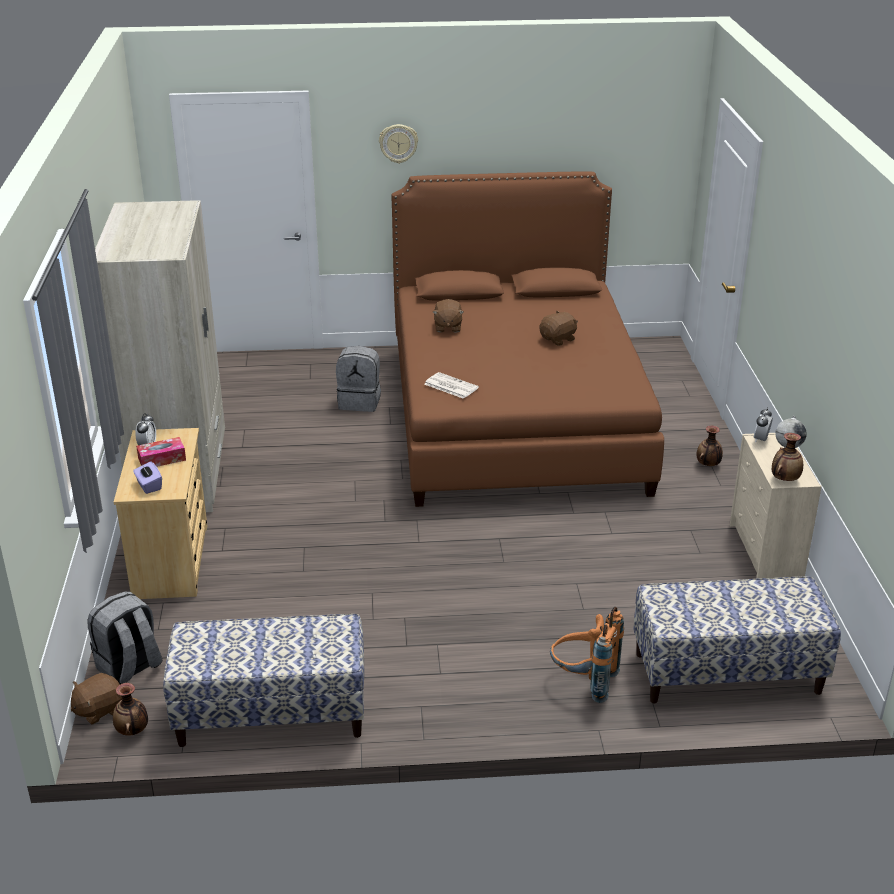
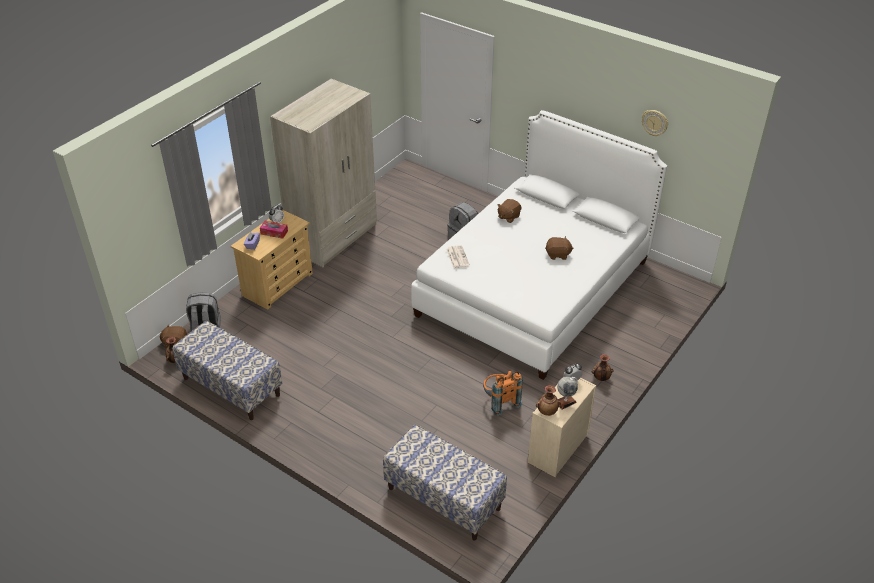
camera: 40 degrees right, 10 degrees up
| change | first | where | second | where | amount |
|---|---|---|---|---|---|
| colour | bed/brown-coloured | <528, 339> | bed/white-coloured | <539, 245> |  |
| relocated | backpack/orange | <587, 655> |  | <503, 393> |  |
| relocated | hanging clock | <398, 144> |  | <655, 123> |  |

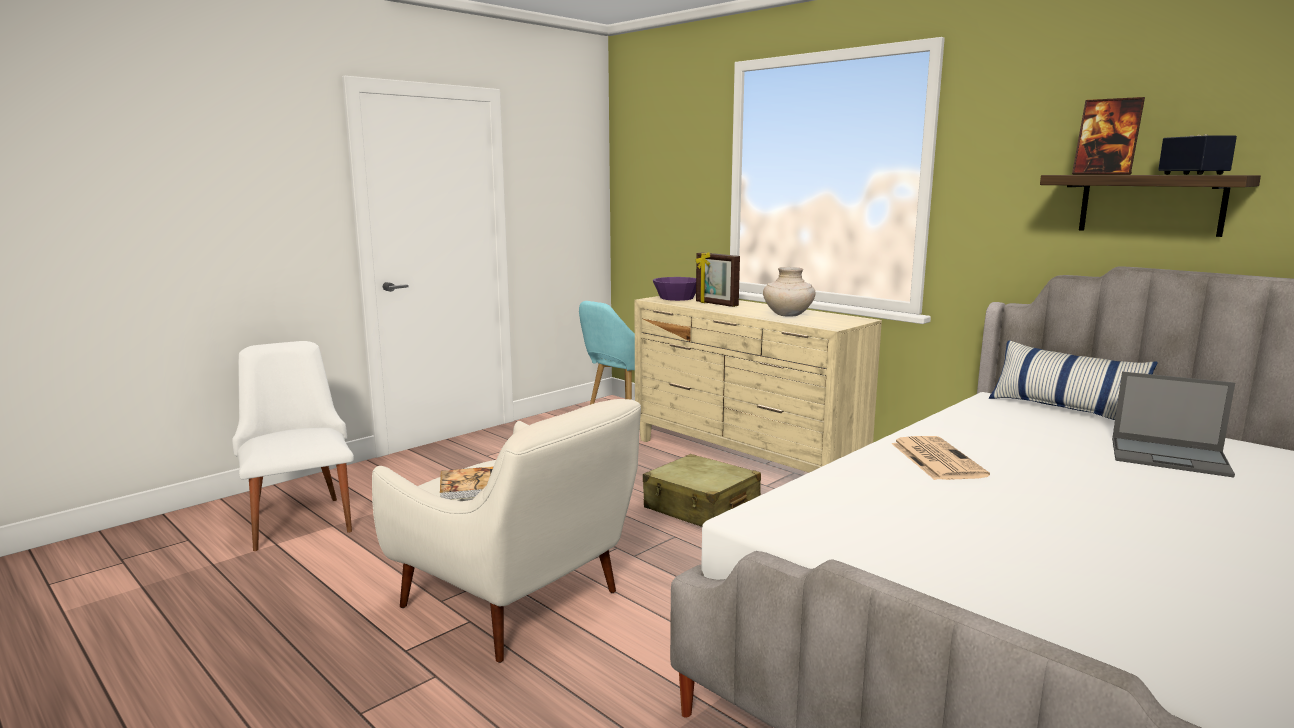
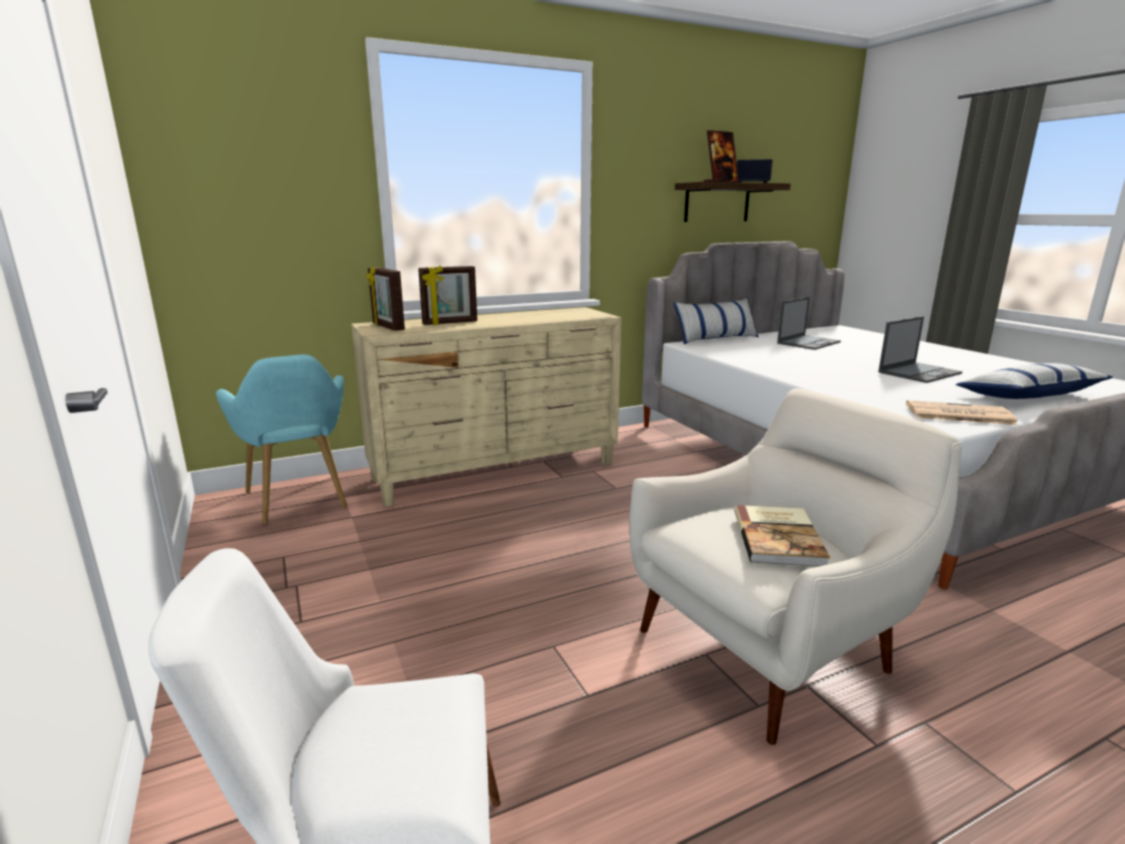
camera: 70 degrees left, 5 degrees up
| change | first | where | second | where | amount |
|---|---|---|---|---|---|
| exchanged | bowl/purple | <674, 289> | picture frame | <386, 299> |  |
| appeared |  |  | portable computer | <920, 349> |  |
| relocated | newspaper | <940, 458> |  | <962, 412> |  |
| appeared |  |  | throw pillow | <1034, 381> |  |
| missing | suitcase/beige-coloured | <702, 490> |  |  |  |
| missing | flower vase/beige-coloured | <789, 292> |  |  |  |

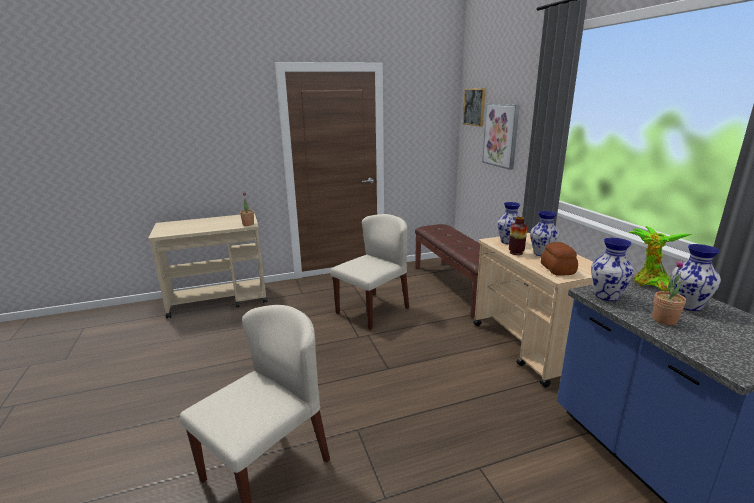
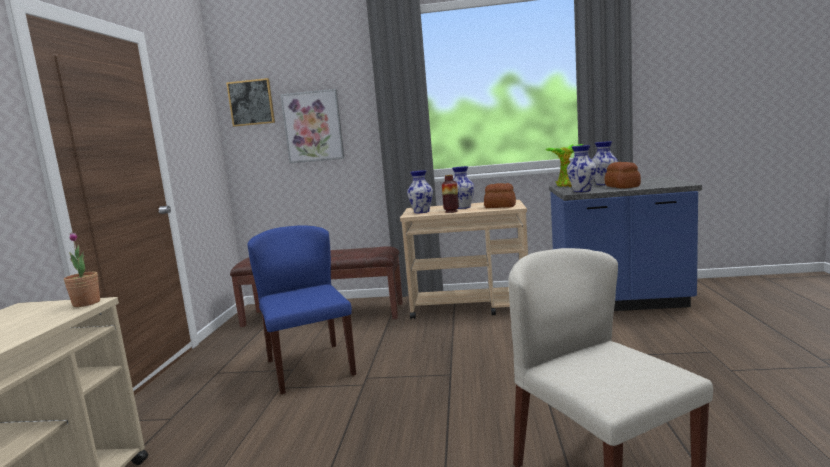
camera: 65 degrees left, 10 degrees down
| change | first | where | second | where | amount |
|---|---|---|---|---|---|
| colour | upright chair/beige-coloured | <369, 272> | upright chair/bluish | <301, 309> |  |
| exchanged | houseplant | <669, 292> | bread | <622, 175> |  |

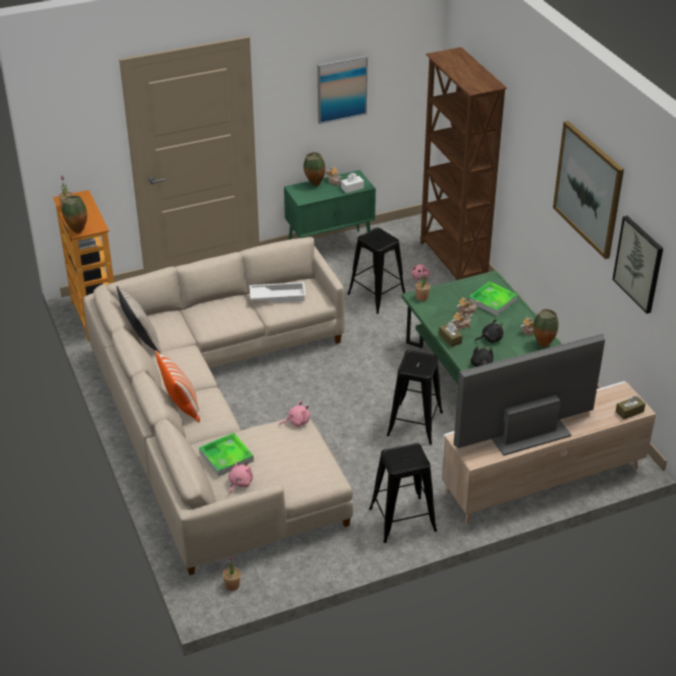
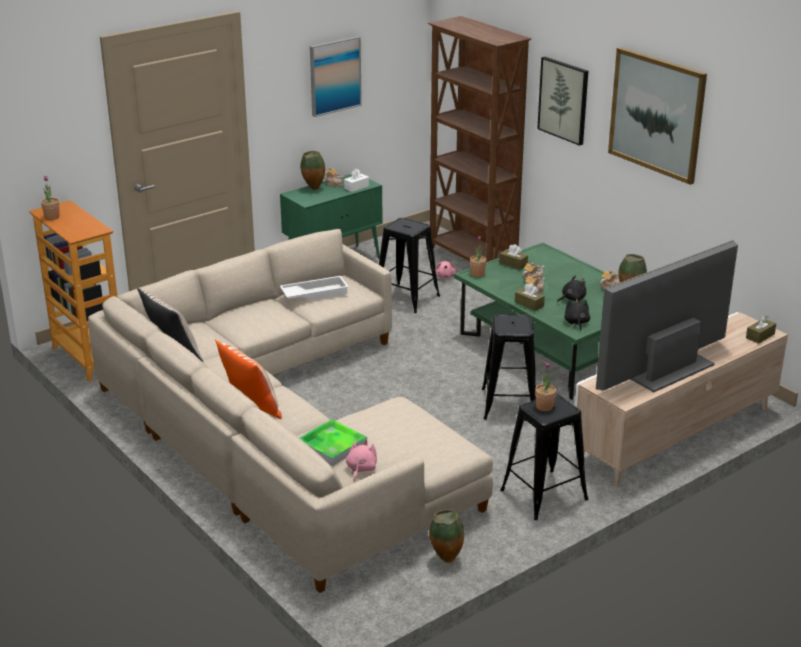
camera: 15 degrees left, 10 degrees down
| change | first | where | second | where | amount |
|---|---|---|---|---|---|
| relocated | flower vase | <74, 214> |  | <446, 536> |  |
| appeared |  |  | tissue box/brown-coloured | <513, 257> |  |
| relocated | houseplant | <231, 573> |  | <545, 386> |  |
| relocated | wall picture | <637, 265> |  | <562, 101> |  |
| missing | plush toy/pink | <294, 414> |  |  |  |
| missing | carrying tray | <493, 298> |  |  |  |

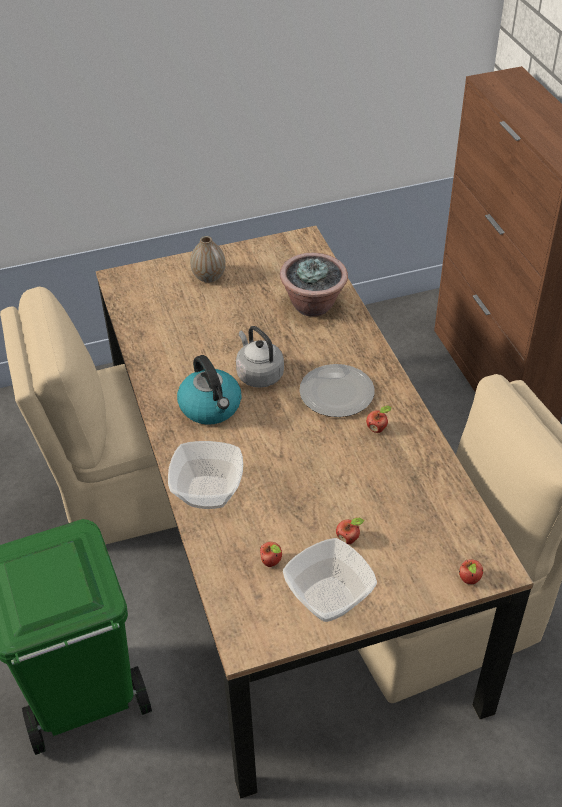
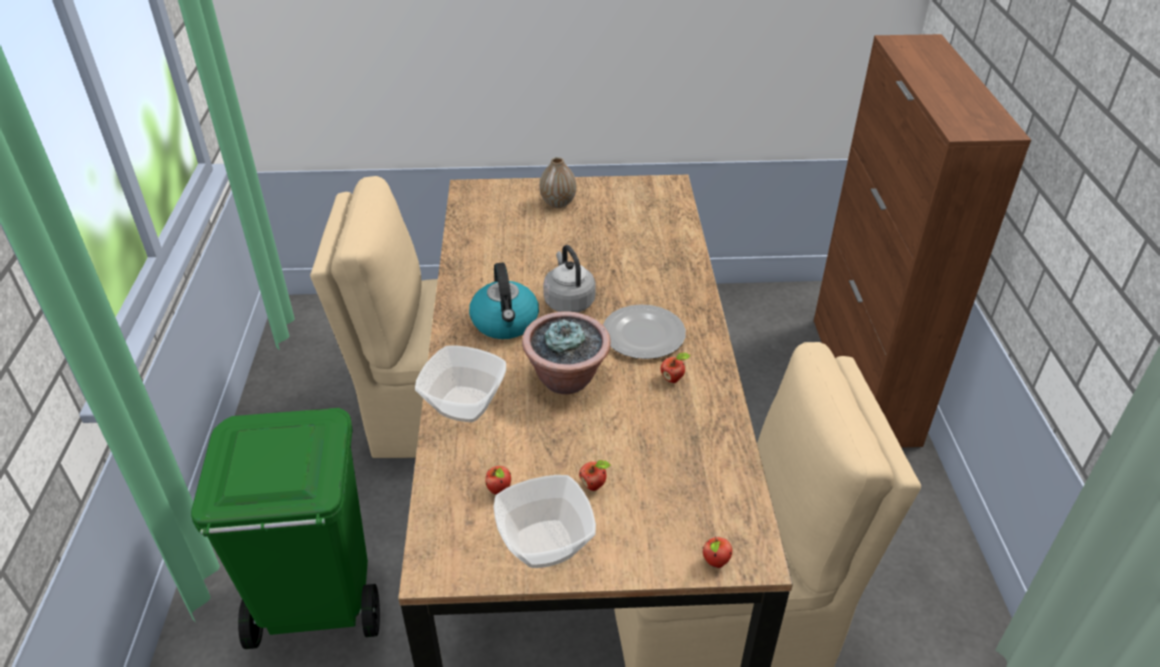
camera: 15 degrees right, 5 degrees down
| change | first | where | second | where | amount |
|---|---|---|---|---|---|
| relocated | houseplant | <314, 285> |  | <566, 353> |  |

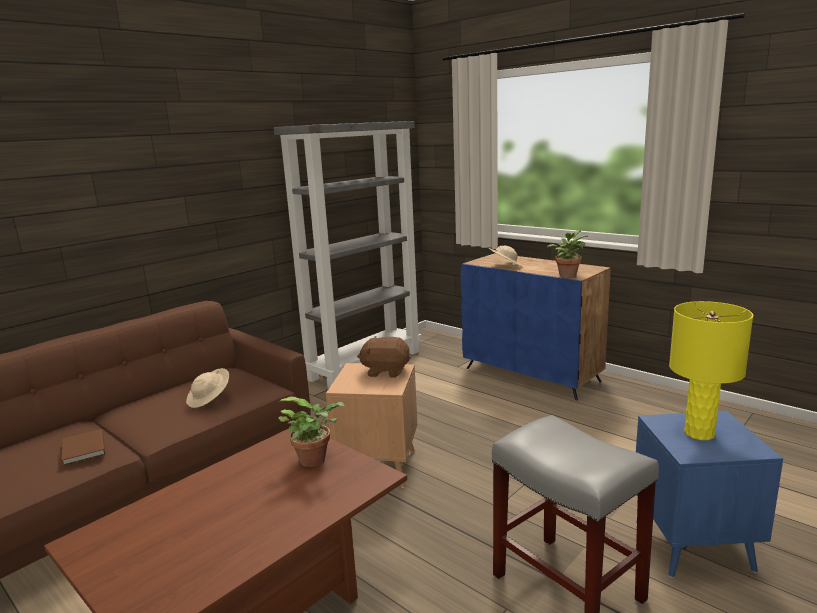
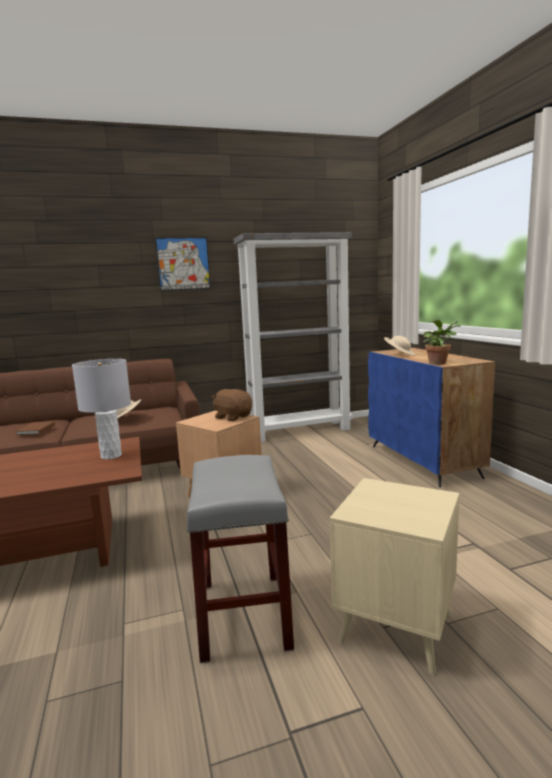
camera: 30 degrees right, 5 degrees down
| change | first | where | second | where | amount |
|---|---|---|---|---|---|
| exchanged | houseplant | <311, 432> | tabletop lamp/grey | <101, 409> |  |
| appeared |  |  | wall picture | <183, 264> |  |
| colour | accent table/bluish | <709, 494> | accent table/beige-coloured | <394, 577> |  |
| missing | tabletop lamp/yellowish | <711, 370> |  |  |  |

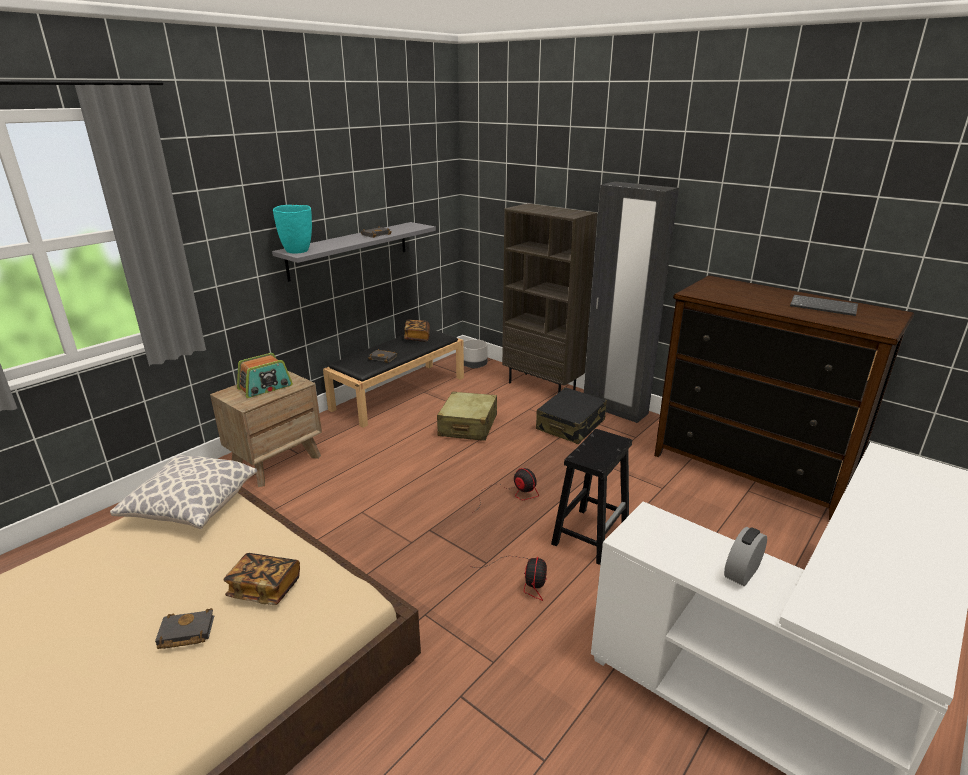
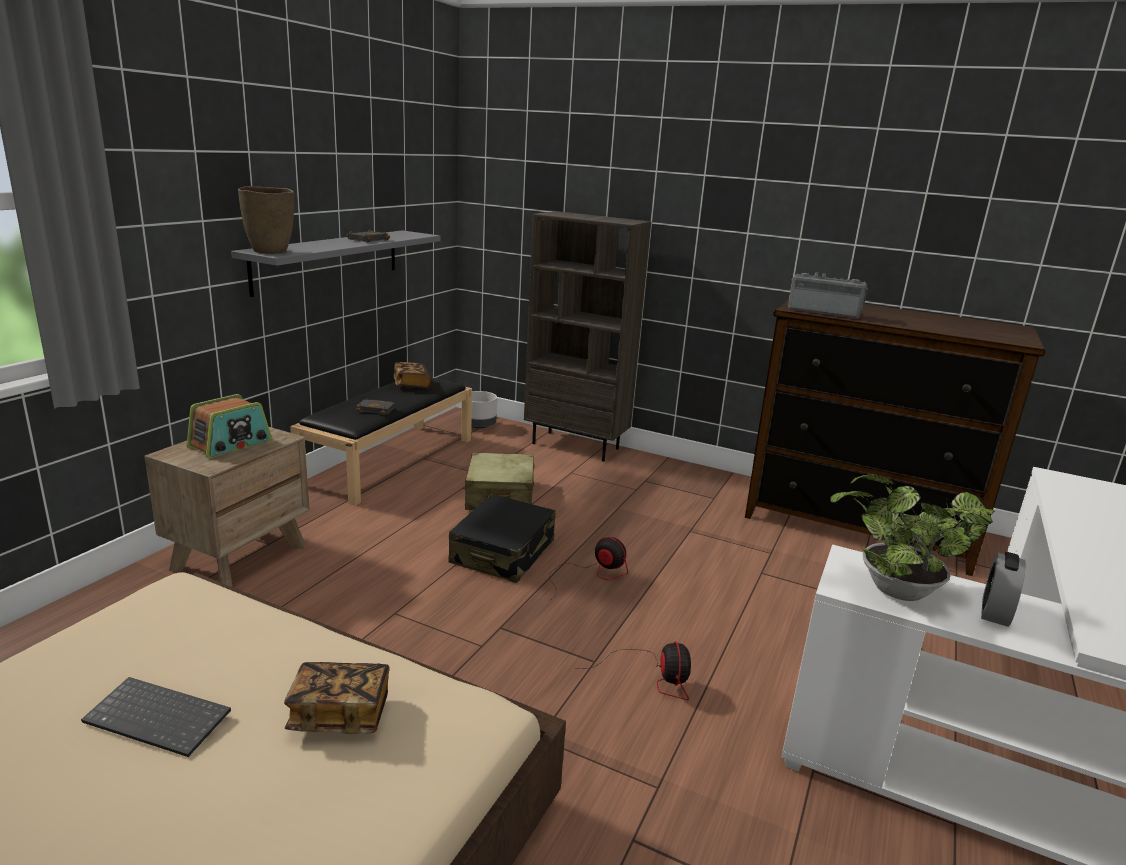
camera: 15 degrees left, 5 degrees down
| change | first | where | second | where | amount |
|---|---|---|---|---|---|
| relocated | computer keyboard | <824, 305> |  | <156, 717> |  |
| colour | flower vase/turquoise-coloured | <292, 229> | flower vase/brown-coloured | <266, 220> |  |
| relocated | suitcase/blackish | <571, 415> |  | <502, 538> |  |
| appeared |  |  | radio receiver | <828, 295> |  |
| appeared |  |  | houseplant | <912, 537> |  |
| missing | throw pillow | <183, 492> |  |  |  |
| missing | book/blackish | <184, 628> |  |  |  |
| missing | stool/blackish | <591, 497> |  |  |  |
| missing | armoire/blackish | <631, 302> |  |  |  |

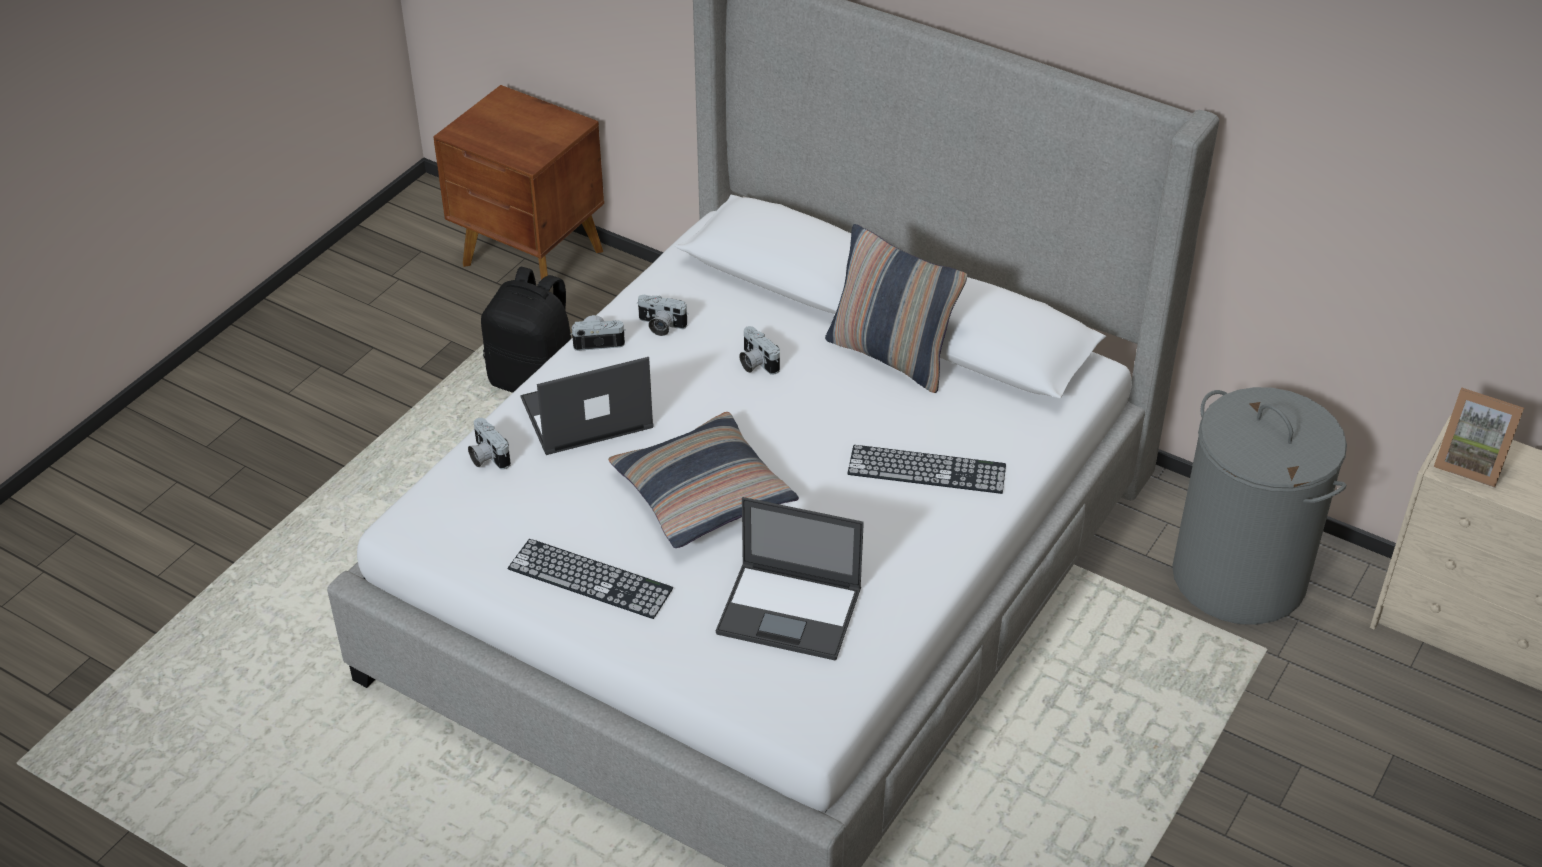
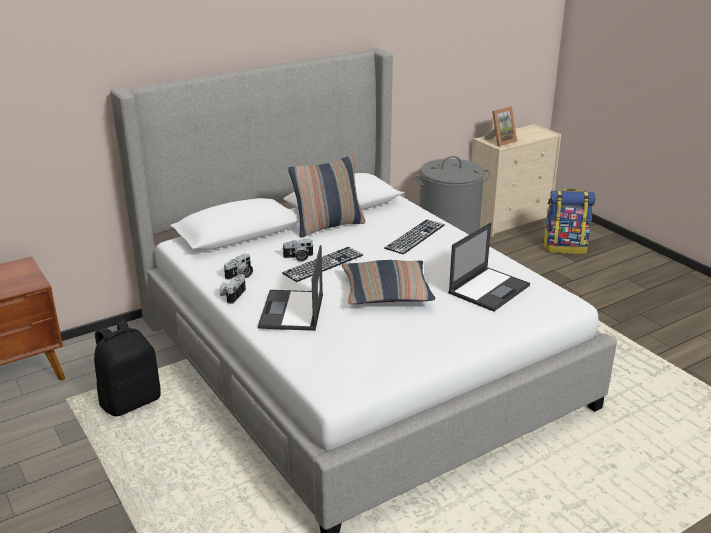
camera: 65 degrees left, 15 degrees down
| change | first | where | second | where | amount |
|---|---|---|---|---|---|
| relocated | computer keyboard | <590, 579> |  | <322, 264> |  |
| appeared |  |  | backpack | <569, 221> |  |
| missing | still camera | <489, 444> |  |  |  |

